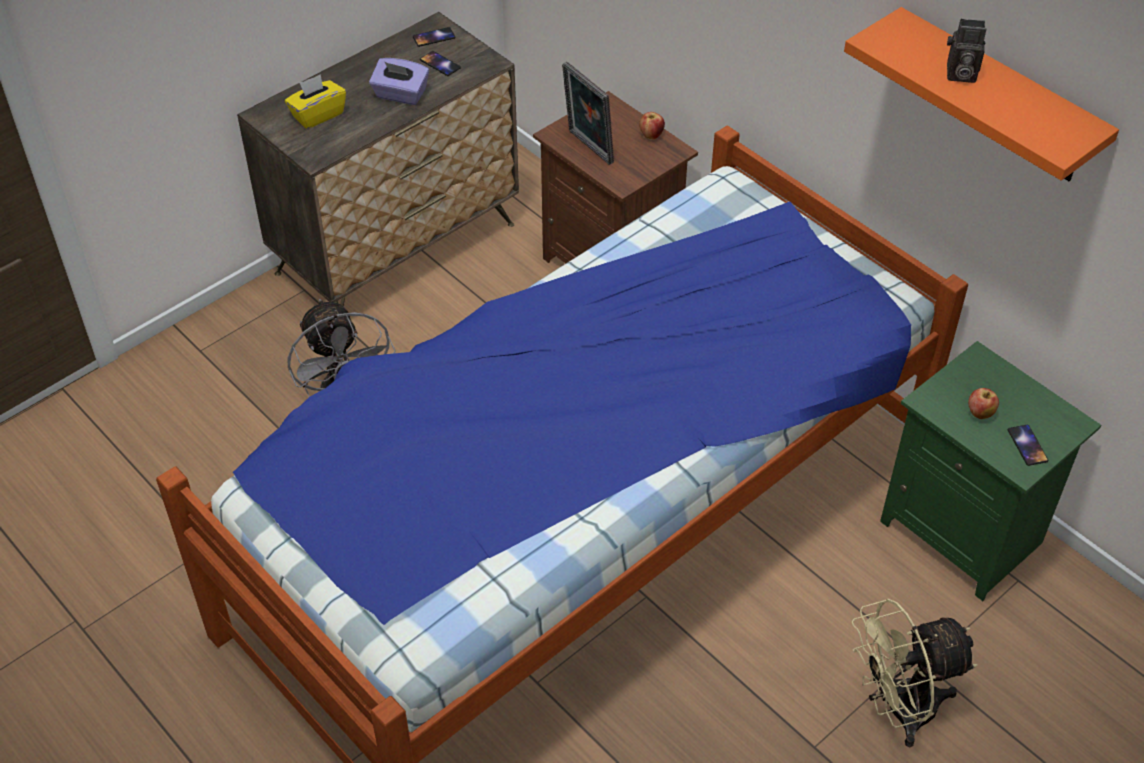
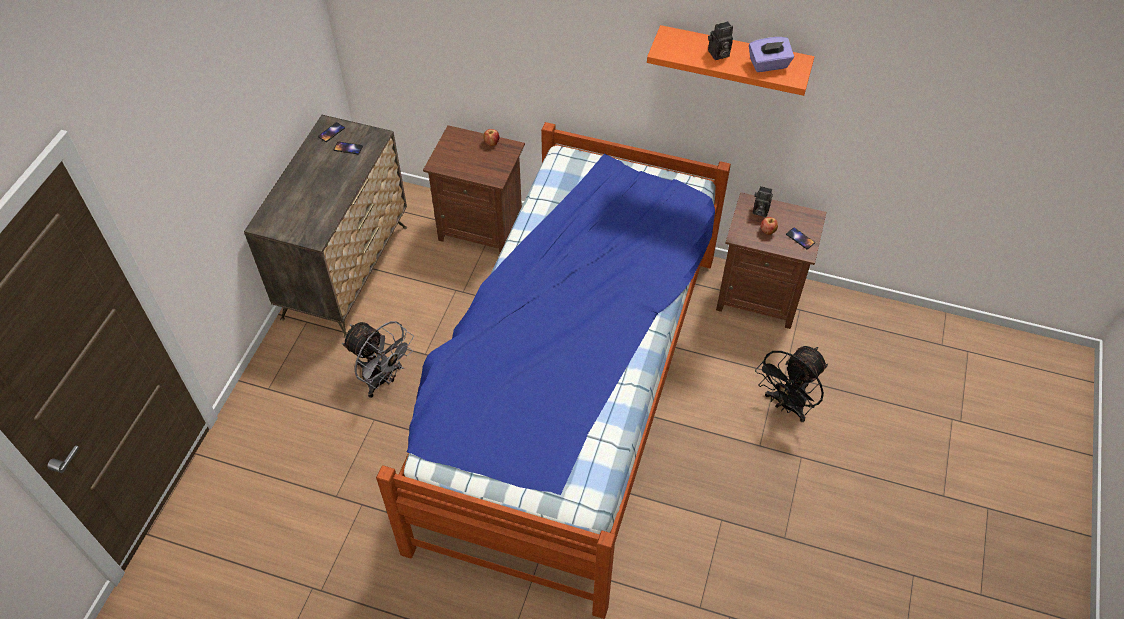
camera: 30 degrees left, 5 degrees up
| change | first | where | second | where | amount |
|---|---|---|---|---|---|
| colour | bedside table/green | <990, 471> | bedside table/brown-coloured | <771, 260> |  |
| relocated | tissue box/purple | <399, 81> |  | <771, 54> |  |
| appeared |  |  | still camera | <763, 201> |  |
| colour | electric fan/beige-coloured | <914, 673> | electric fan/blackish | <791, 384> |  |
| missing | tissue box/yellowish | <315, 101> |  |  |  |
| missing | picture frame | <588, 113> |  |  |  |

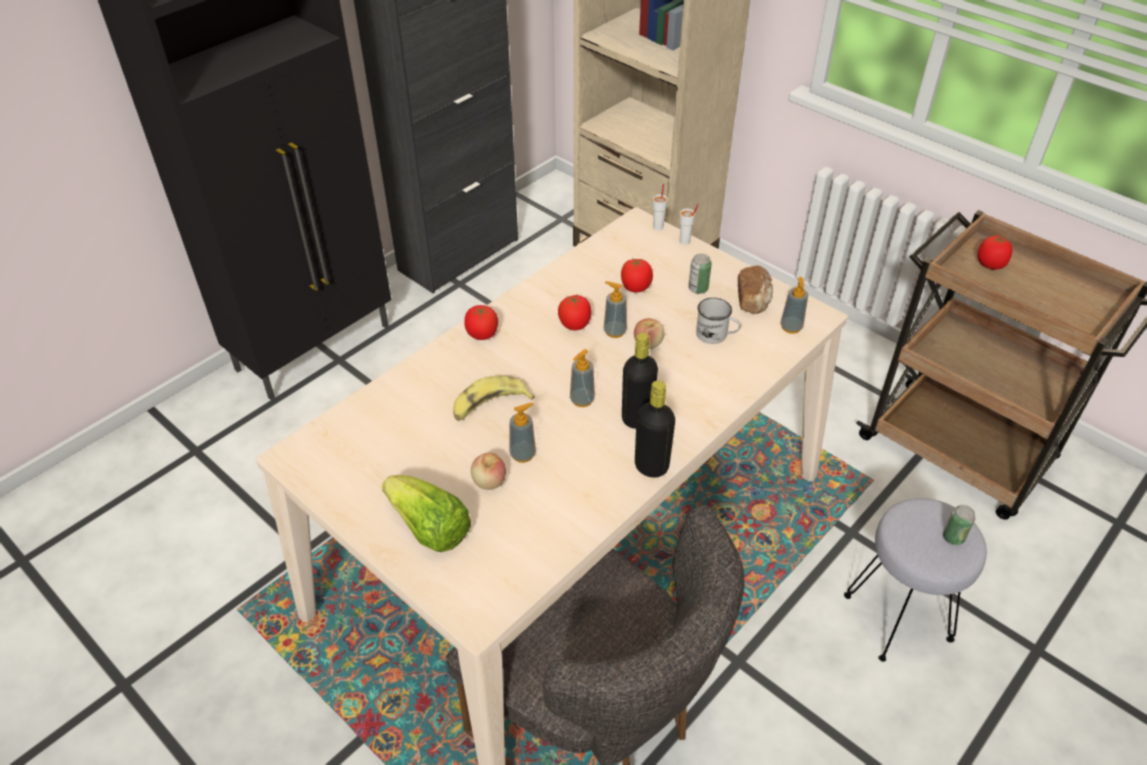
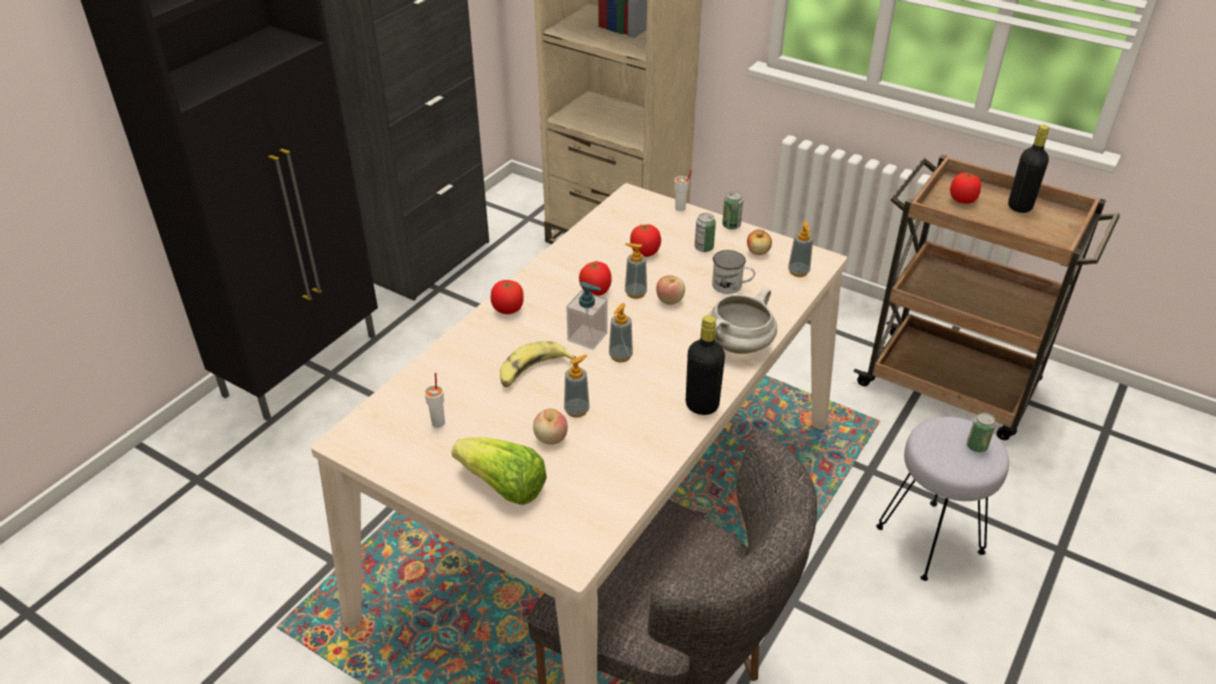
camera: 10 degrees left, 5 degrees down
| change | first | where | second | where | amount |
|---|---|---|---|---|---|
| relocated | cup/white-coloured | <660, 207> |  | <434, 400> |  |
| appeared |  |  | soap dispenser | <586, 316> |  |
| appeared |  |  | saucepot/white-coloured | <743, 321> |  |
| appeared |  |  | metal can | <732, 210> |  |
| exchanged | bread | <755, 289> | whole apple | <759, 242> |  |
| relocated | drink bottle/blackish | <640, 381> |  | <1028, 169> |  |

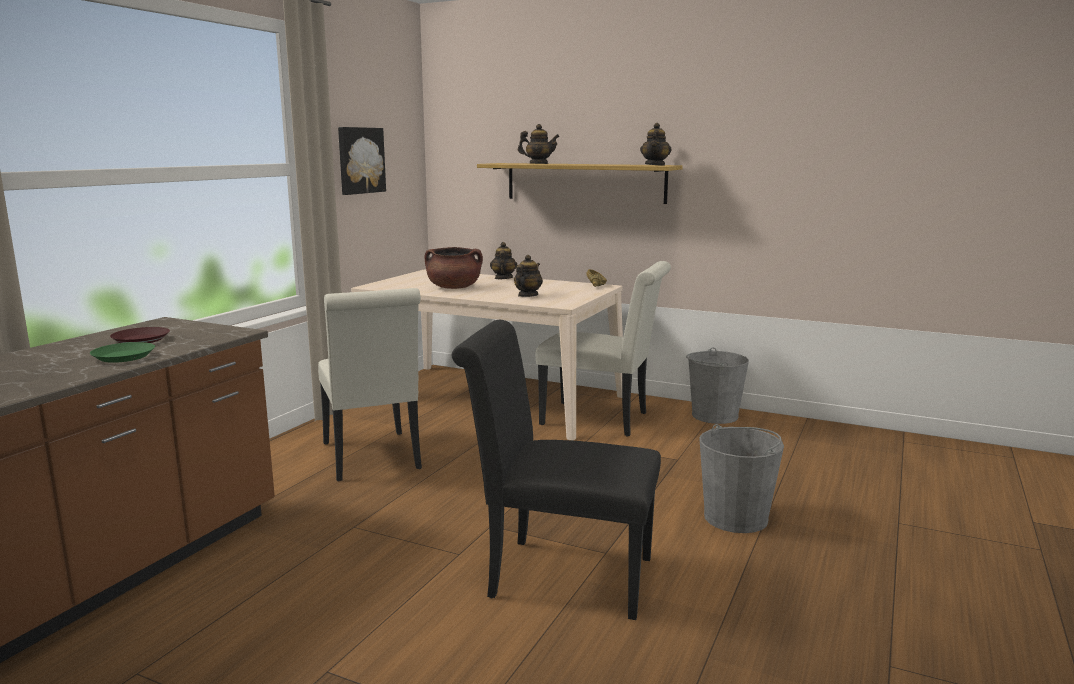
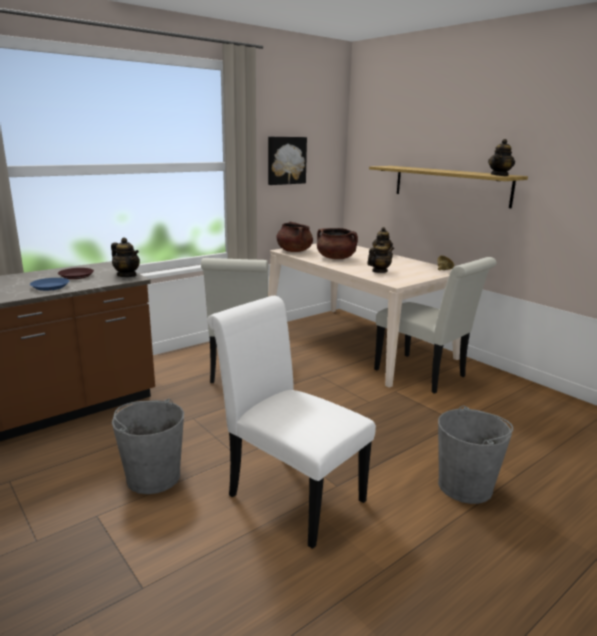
camera: 25 degrees right, 5 degrees up
| change | first | where | second | where | amount |
|---|---|---|---|---|---|
| colour | dinner plate/green | <122, 352> | dinner plate/bluish | <49, 284> |  |
| relocated | tea pot | <539, 144> |  | <125, 257> |  |
| relocated | pail/grey | <717, 385> |  | <148, 446> |  |
| colour | upright chair/blackish | <556, 470> | upright chair/white-coloured | <291, 422> |  |
| appeared |  |  | saucepot/brown-coloured | <294, 237> |  |

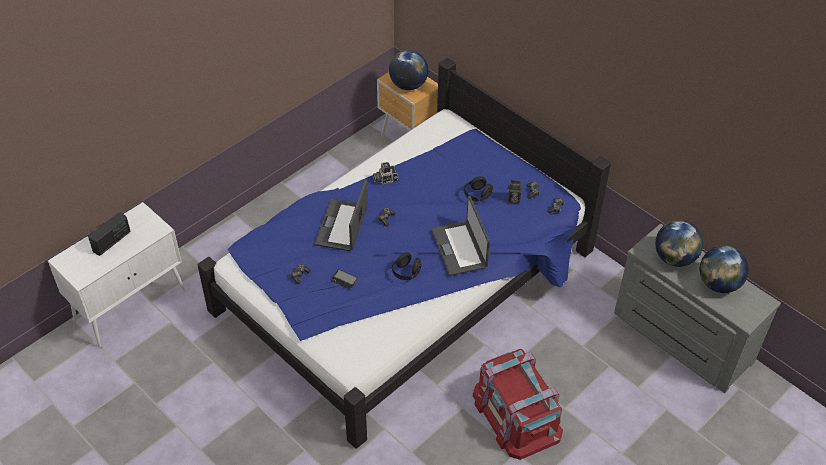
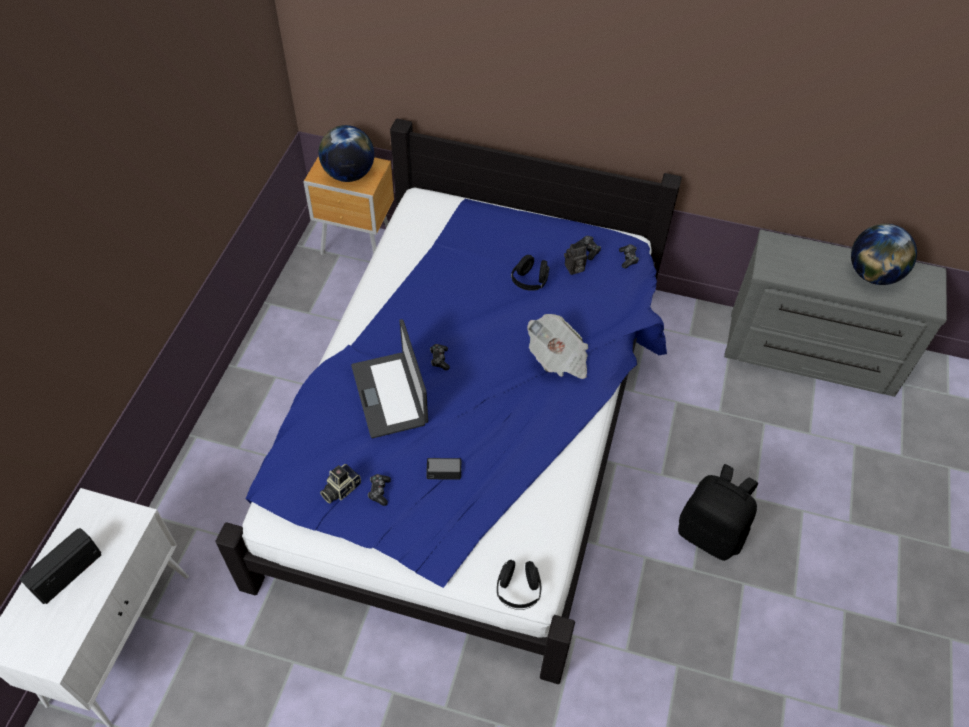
camera: 30 degrees left, 5 degrees up
| change | first | where | second | where | amount |
|---|---|---|---|---|---|
| spun | radio receiver | <109, 234> |  | <60, 566> | 150 degrees counterclockwise |
| relocated | still camera | <385, 173> |  | <340, 483> |  |
| relocated | headset/blackish | <406, 266> |  | <519, 585> |  |
| exchanged | portable computer | <460, 236> | newspaper | <557, 346> |  |
| exchanged | storage box/red-coloured | <518, 404> | backpack/blackish | <718, 512> |  |
| missing | desk globe | <679, 243> |  |  |  |

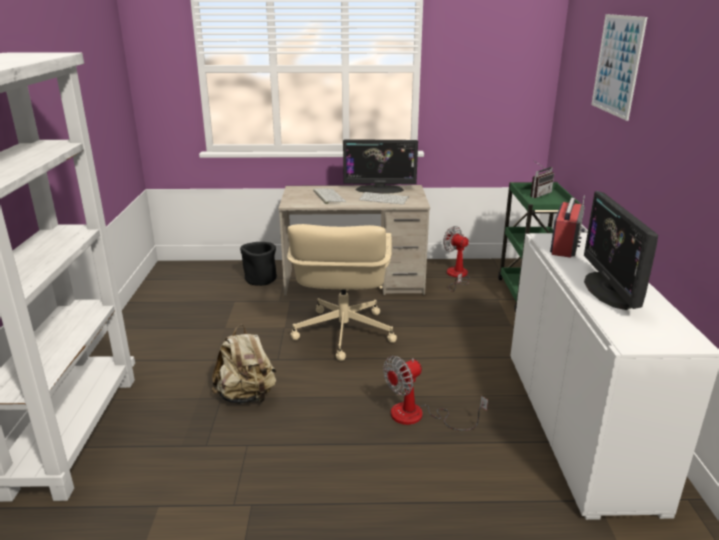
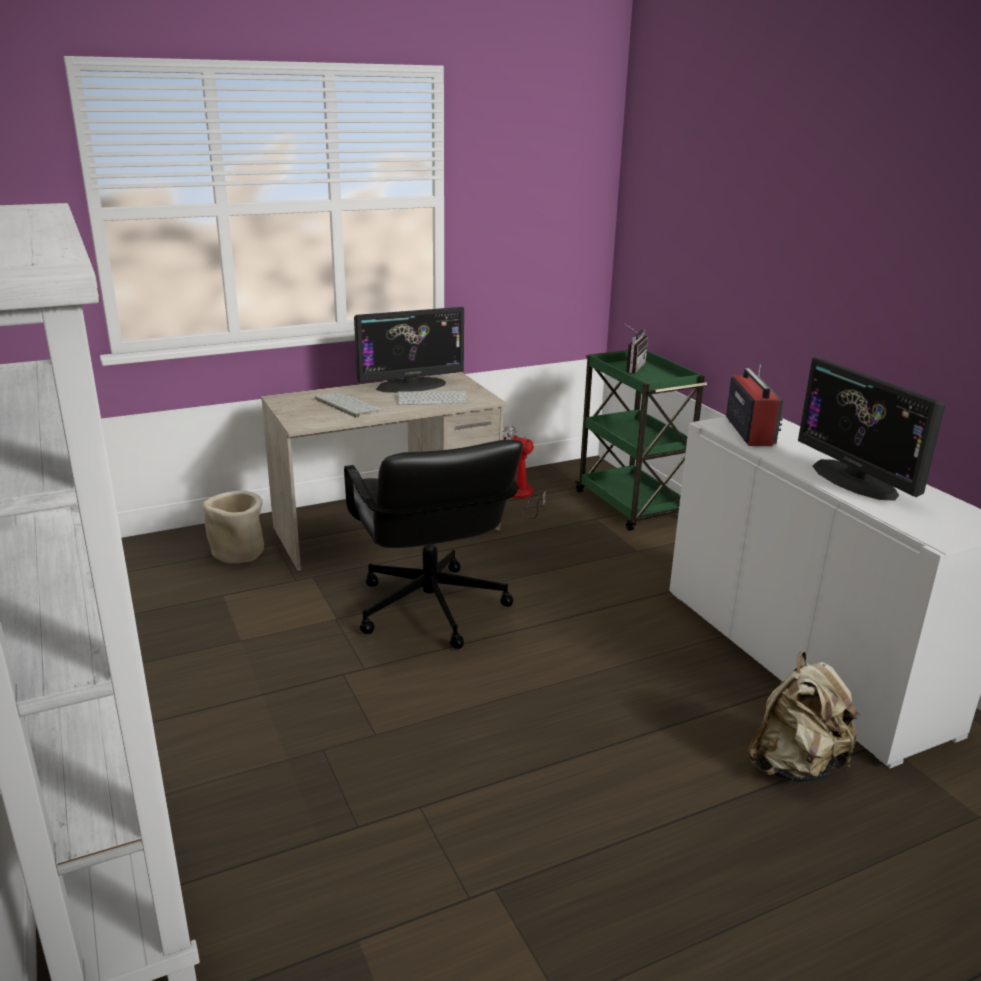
camera: 25 degrees left, 0 degrees up
| change | first | where | second | where | amount |
|---|---|---|---|---|---|
| colour | planter/blackish | <258, 264> | planter/beige-coloured | <233, 527> |  |
| colour | desk chair/beige-coloured | <342, 292> | desk chair/blackish | <433, 544> |  |
| relocated | backpack/beige-coloured | <244, 364> |  | <804, 716> |  |
| missing | electric fan | <435, 393> |  |  |  |
| missing | wall picture | <619, 67> |  |  |  |

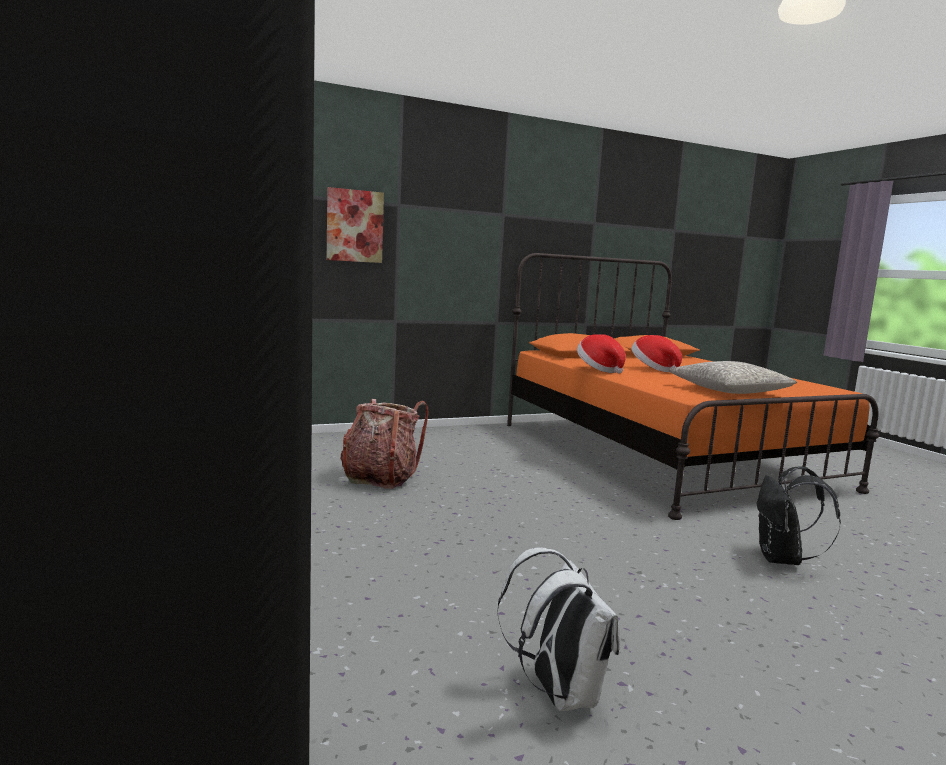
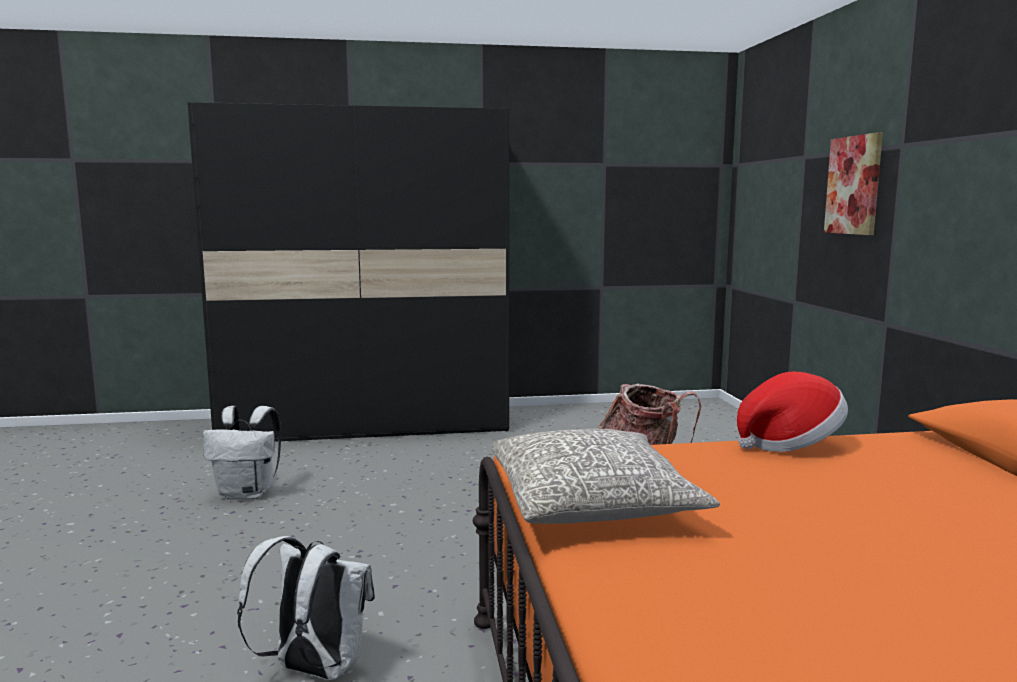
camera: 105 degrees right, 0 degrees up
| change | first | where | second | where | amount |
|---|---|---|---|---|---|
| colour | backpack/blackish | <799, 515> | backpack/white-coloured | <306, 608> |  |
| missing | wearable hat | <656, 353> |  |  |  |

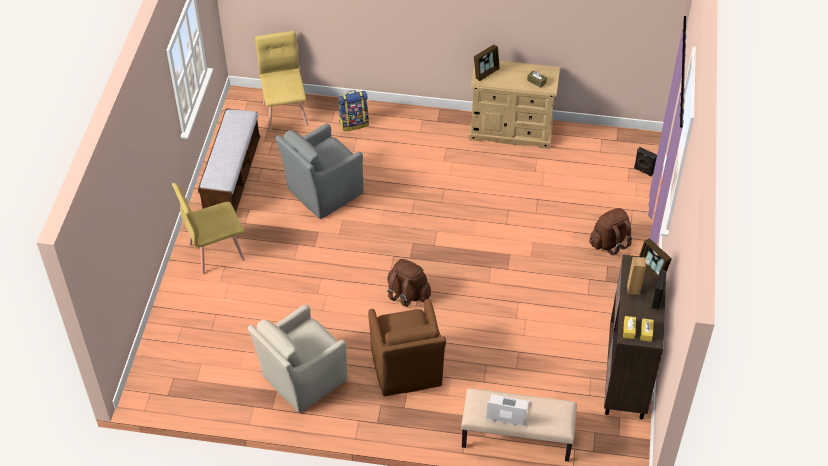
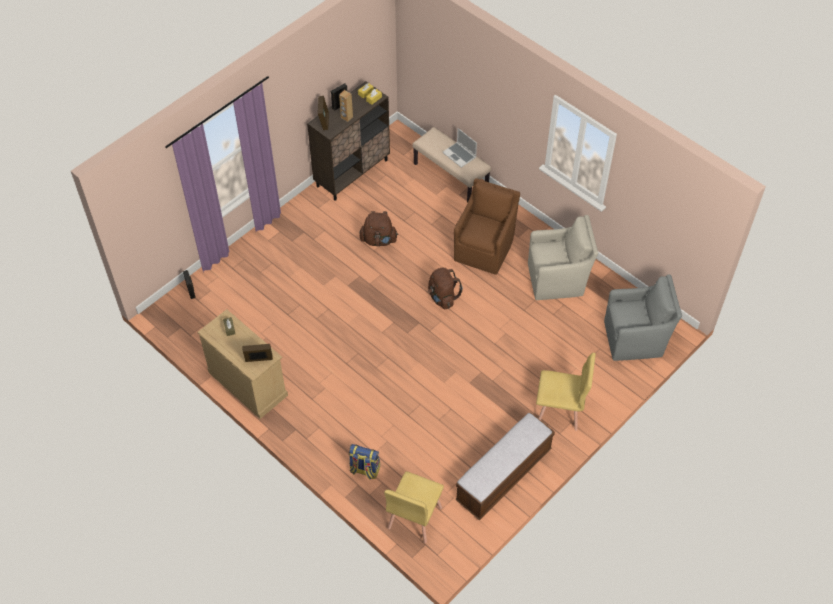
camera: 145 degrees left, 5 degrees up
| change | first | where | second | where | amount |
|---|---|---|---|---|---|
| relocated | backpack/brown-coloured | <610, 231> |  | <378, 229> |  |
| relocated | lounge chair/grey | <319, 171> |  | <643, 317> |  |

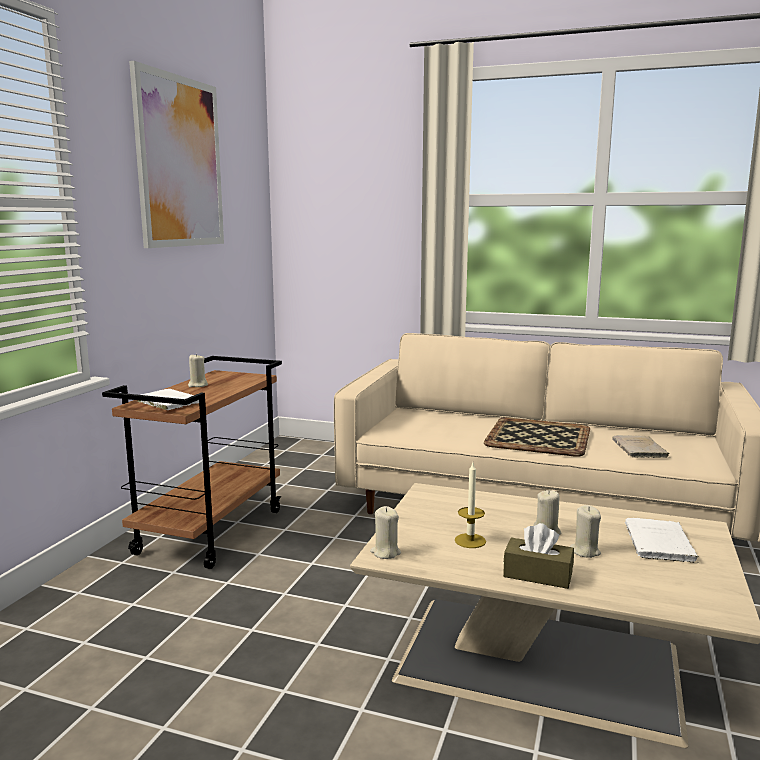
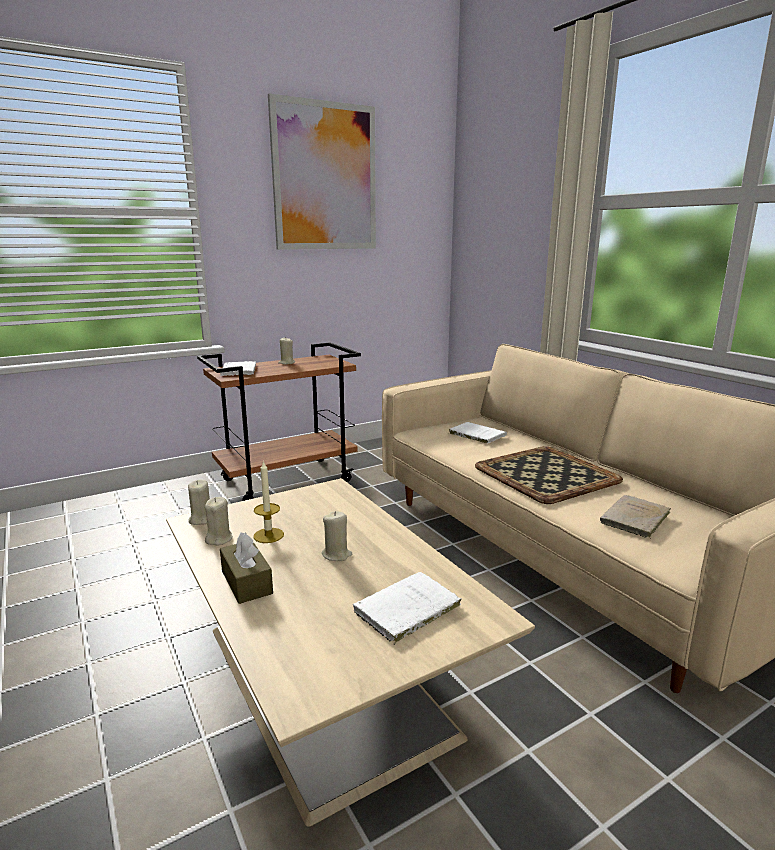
camera: 40 degrees right, 5 degrees up
| change | first | where | second | where | amount |
|---|---|---|---|---|---|
| relocated | candle/beige-coloured | <585, 531> |  | <219, 521> |  |
| appeared |  |  | book/white-coloured | <478, 433> |  |

